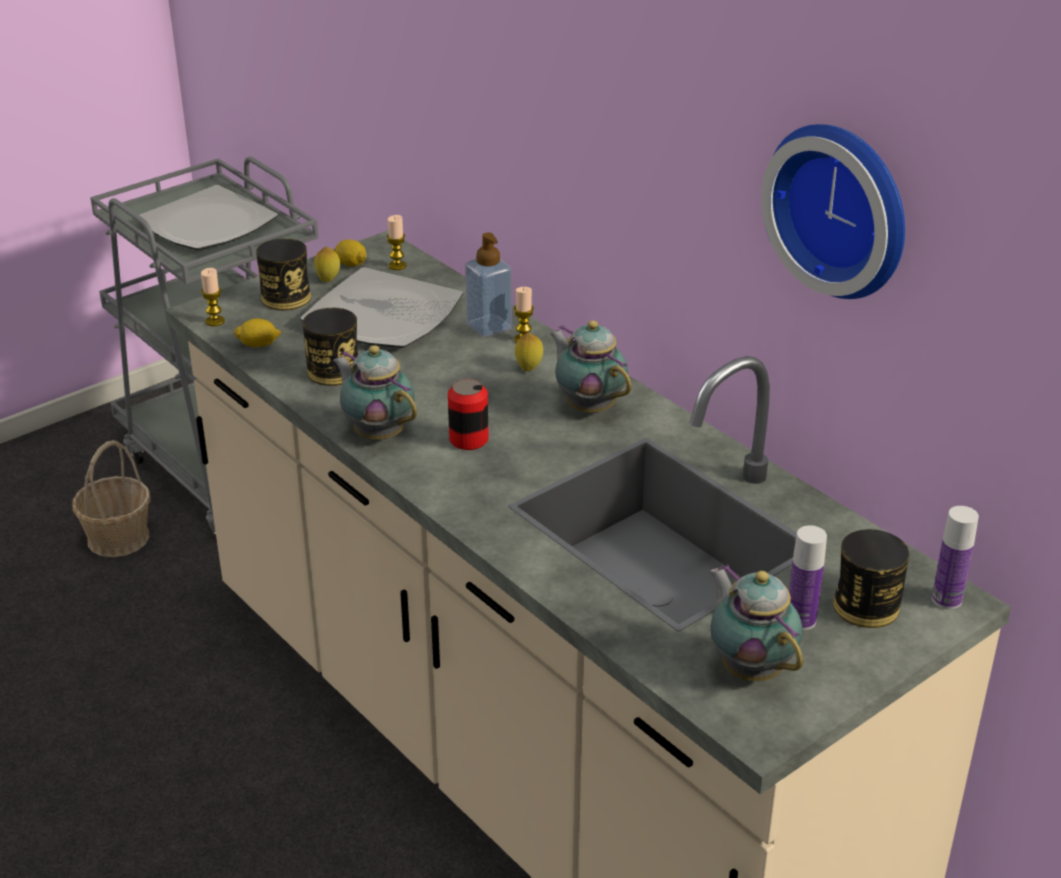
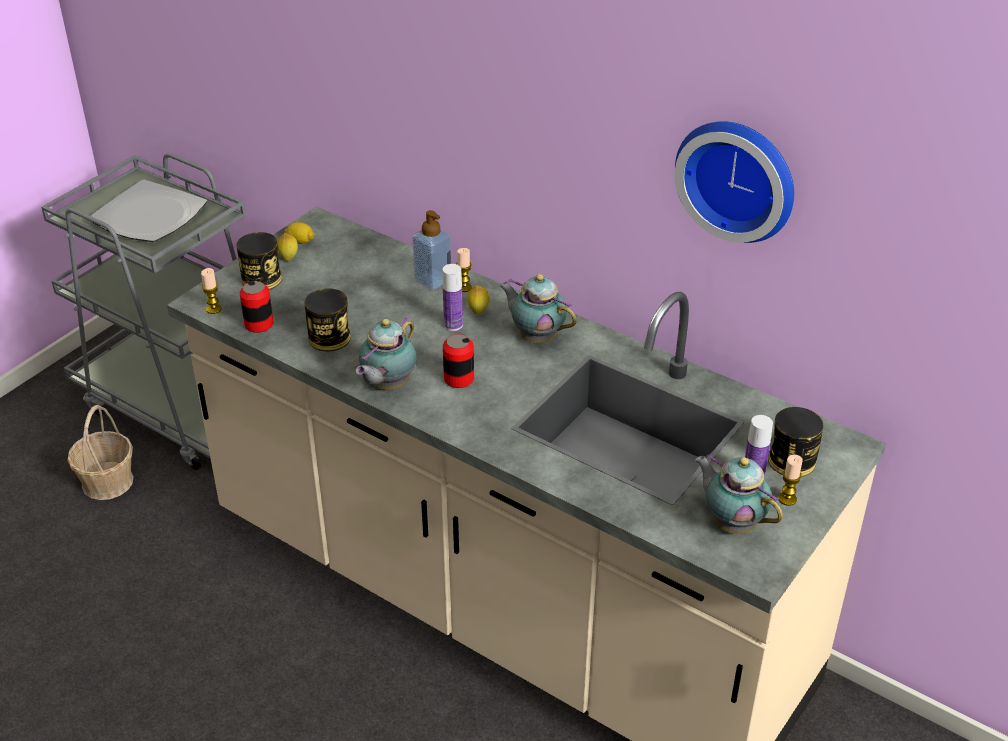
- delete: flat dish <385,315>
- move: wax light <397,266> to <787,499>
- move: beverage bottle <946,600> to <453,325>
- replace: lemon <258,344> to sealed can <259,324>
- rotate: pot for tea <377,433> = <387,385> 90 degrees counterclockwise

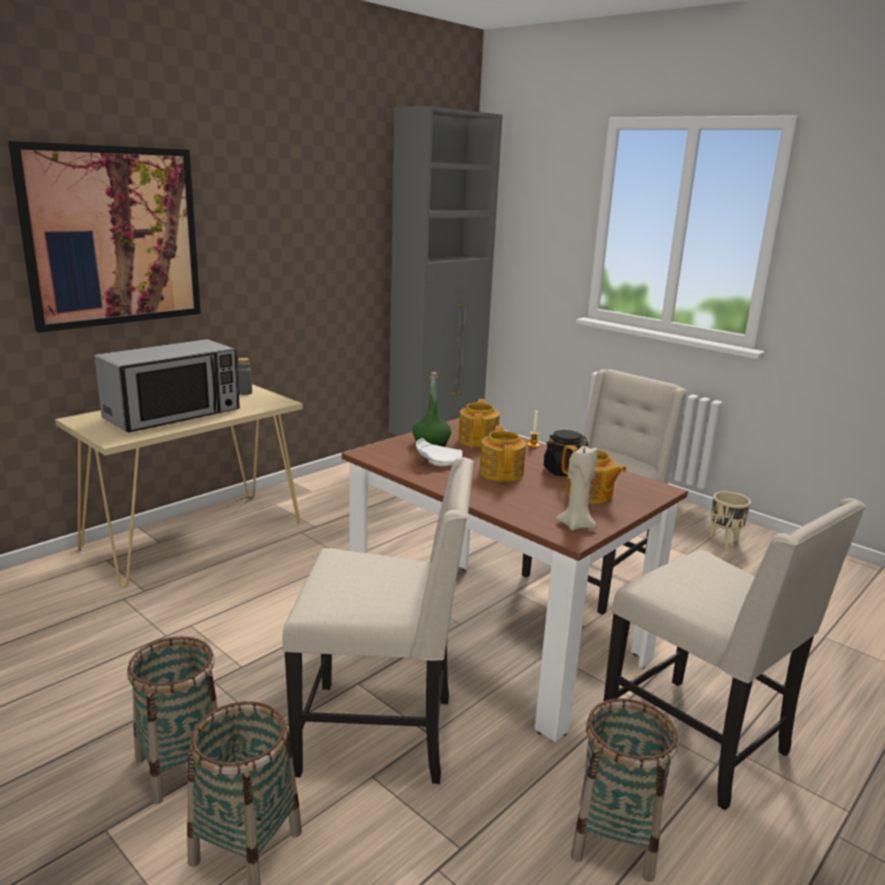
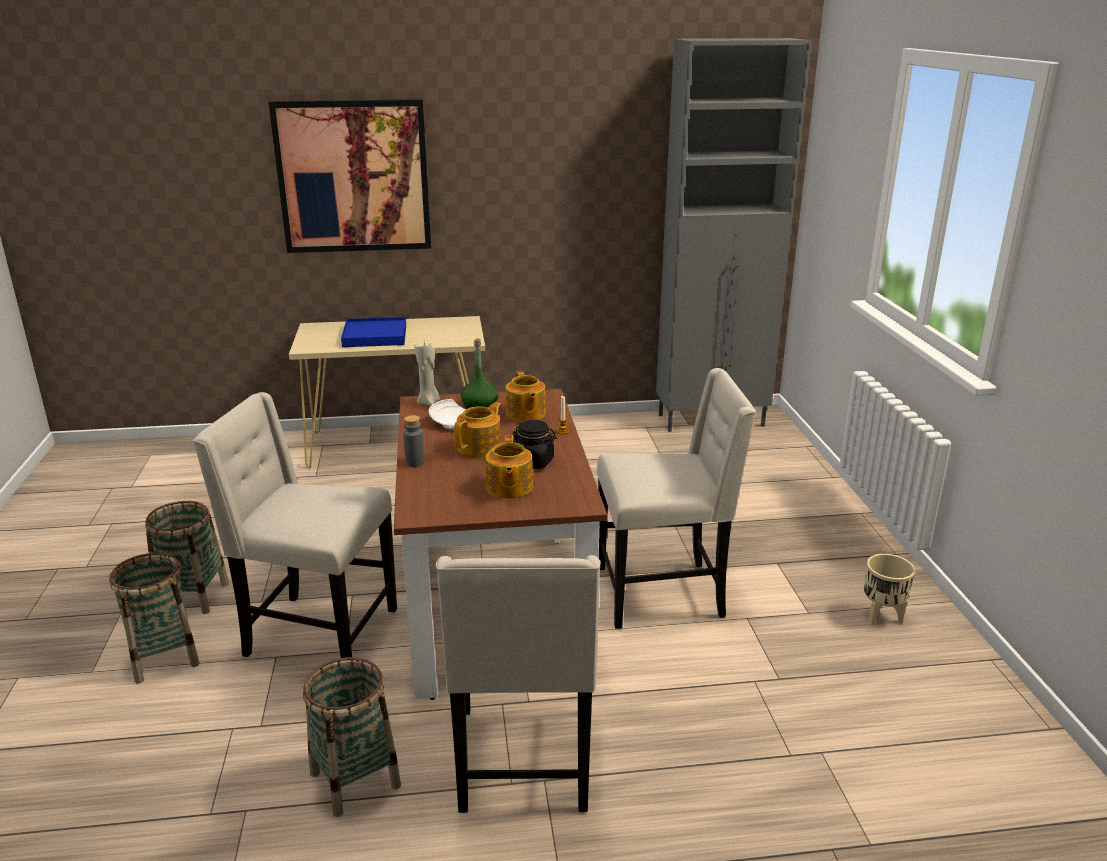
- move: gray beverage bottle <245,393> to <415,462>
- move: beige wax light <576,525> to <428,402>
- replace: microwave <174,415> to blue tray <375,336>
- rotate: beige plain chair <381,734> = <317,634> 150 degrees clockwise
- rotate: pot for tea <478,440> = <525,414> 120 degrees clockwise

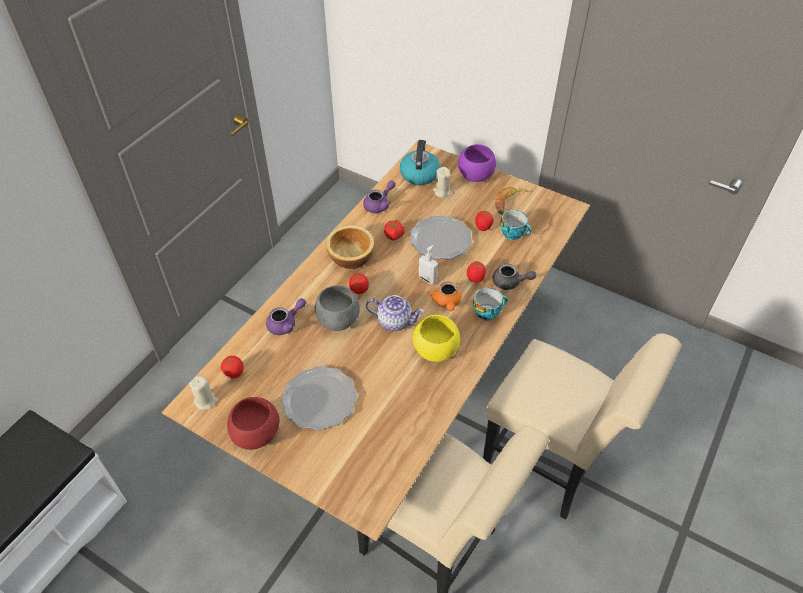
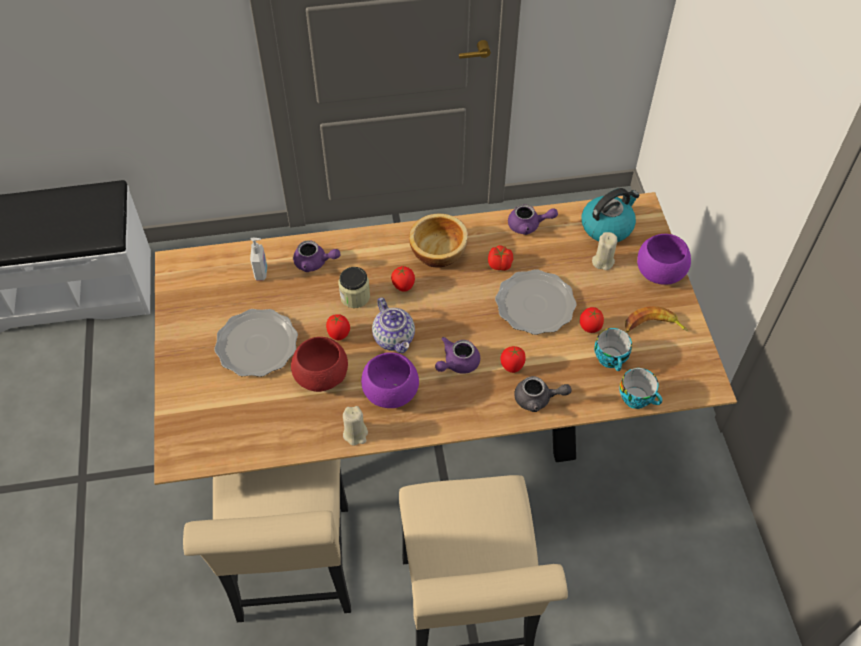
- move: beige wax light <206,401> to <355,434>
- move: tomato <234,374> to <339,335>
- move: red deep dish <257,434> to <322,378>
- move: soap bottle <428,278> to <261,273>
- move: drinking cup <487,311> to <637,398>
- replace: gray deep dish <339,320> to jar <355,296>
- recolor: yellowish deep dish <435,350> to purplish deep dish <390,392>
- recolor: orangey pot for tea <446,303> to purplish pot for tea <457,363>
- rotate: gray pot for tea <510,283> = <538,399> 60 degrees counterclockwise

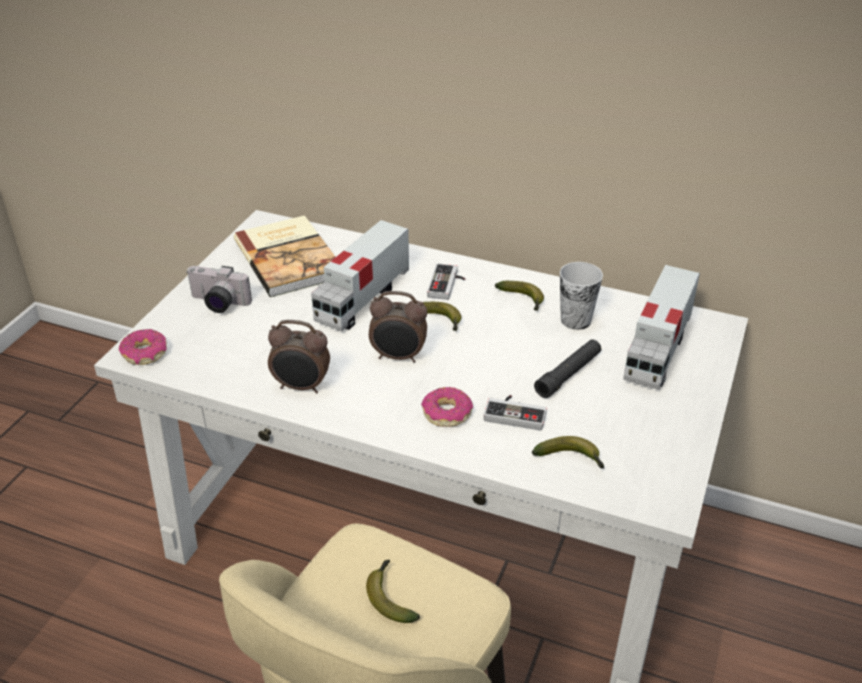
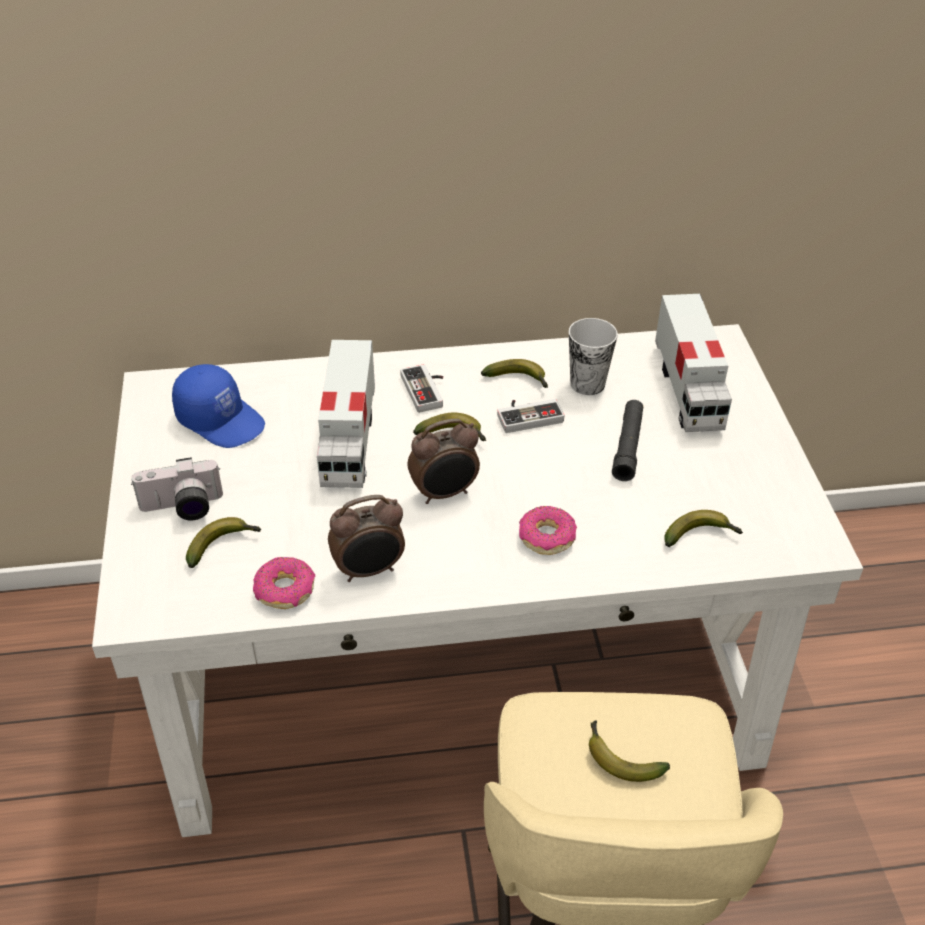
- insert: banana <223,545>
- move: donut <145,354> to <285,590>
- move: joypad <516,413> to <528,415>
- replace: book <290,258> to blue baseball cap <221,419>

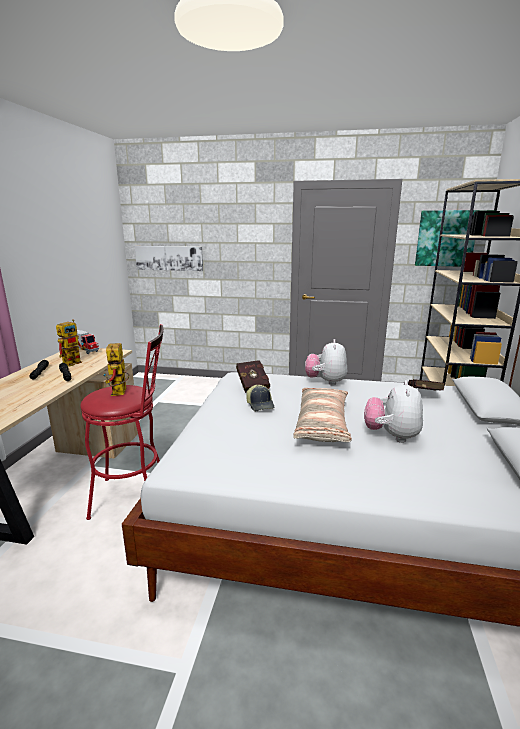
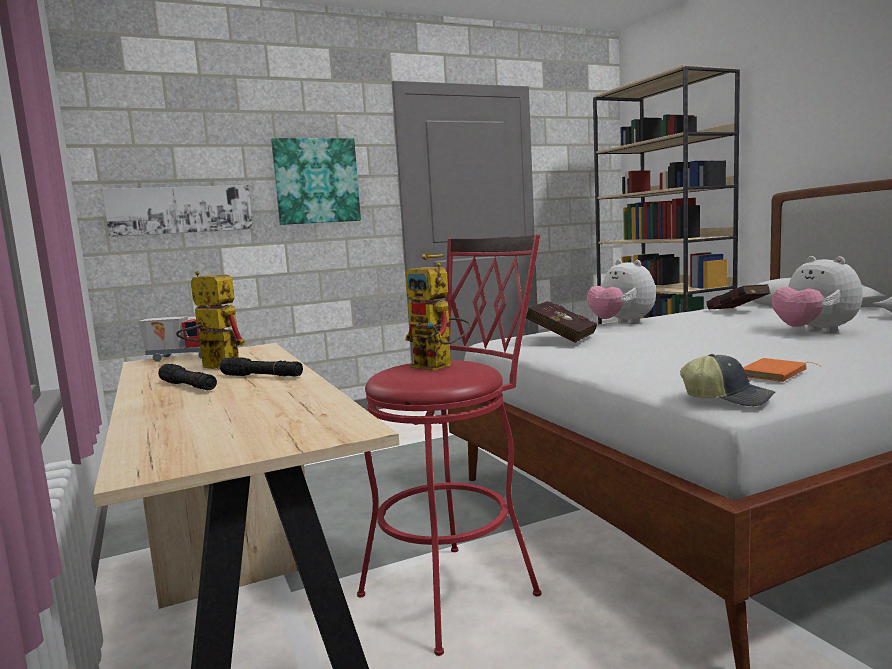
- delete: cushion <322,423>
- insert: orangey book <775,374>
- move: baseball cap <260,405> to <728,398>
- move: wall art <445,238> to <316,181>
- rotate: model robot <74,362> = <213,367> 60 degrees counterclockwise

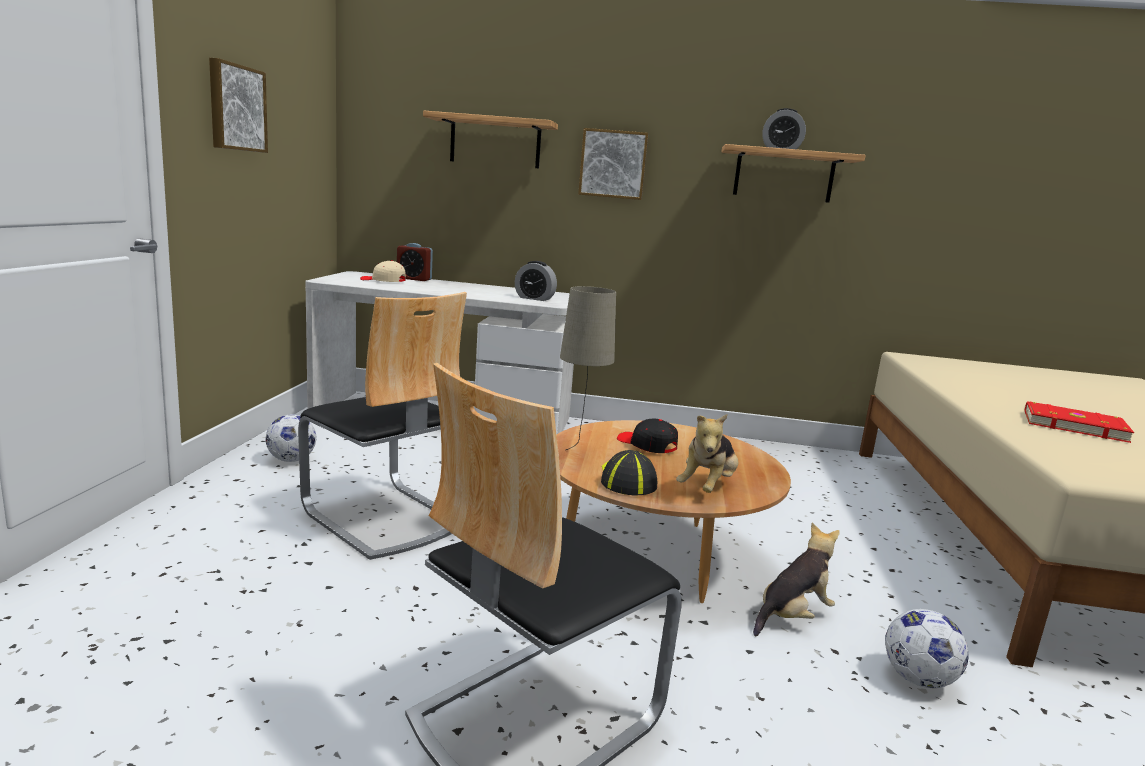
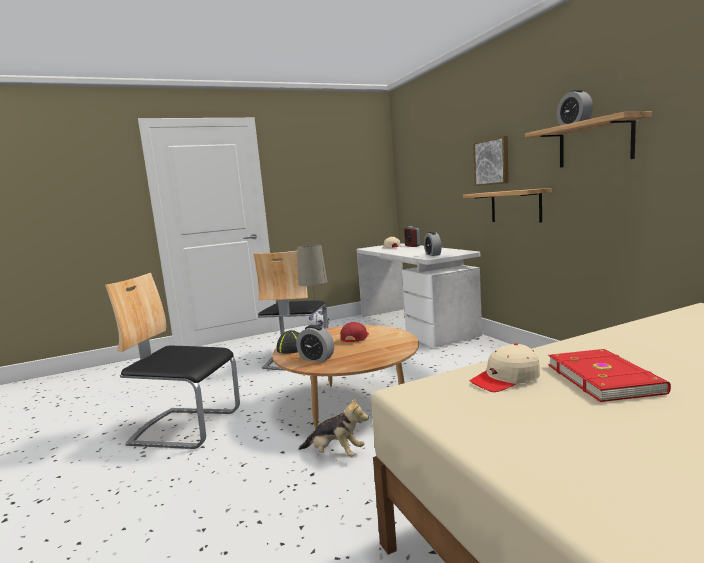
- delete: wall art <235,108>
- delete: ball for football <918,679>
- insert: beige baseball cap <506,379>
- move: bracket shelf <495,142> to <515,206>
- replace: plush toy <707,487> to alarm clock <316,359>
- recolor: blackish baseball cap <647,445> to red baseball cap <355,338>

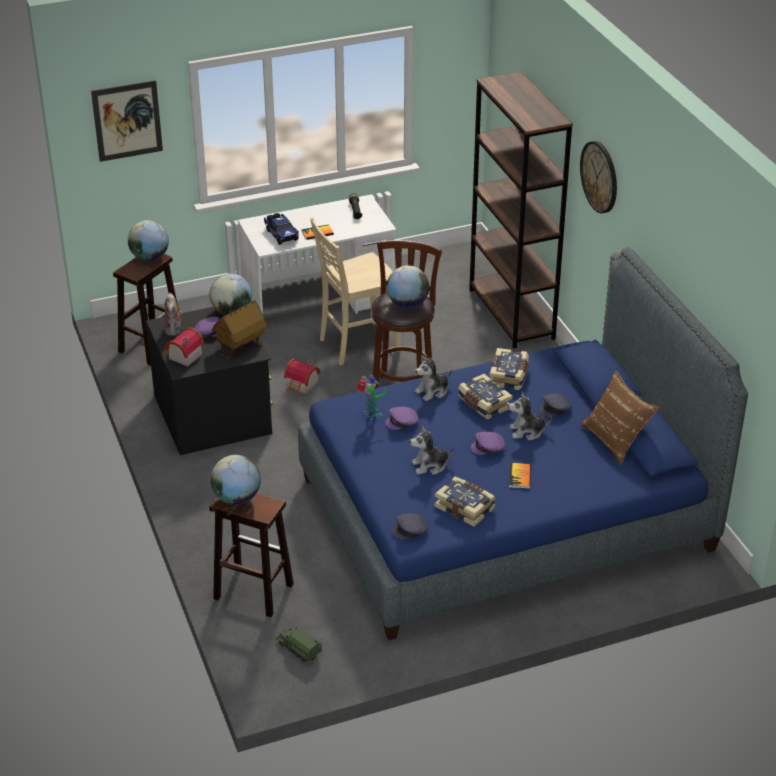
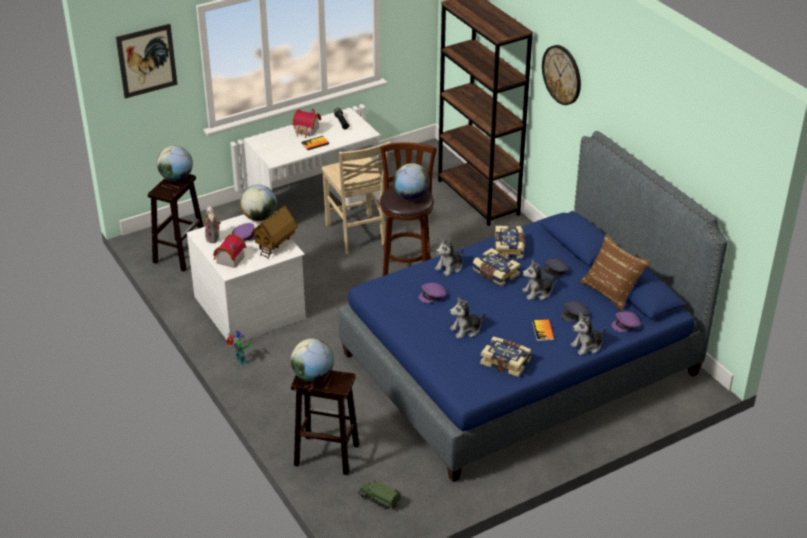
- delete: model truck <281,234>
- insert: plush toy <587,346>
- move: toy house <302,386> to <307,131>
- move: model robot <371,415> to <240,362>
- move: gray baseball cap <410,530> to <575,314>
- move: purplish baseball cap <488,447> to <626,325>
- recolor: blackish chest of drawers <214,413> to white-coloured chest of drawers <251,307>
- rotate: beige plain chair <357,344> = <356,235> 75 degrees counterclockwise

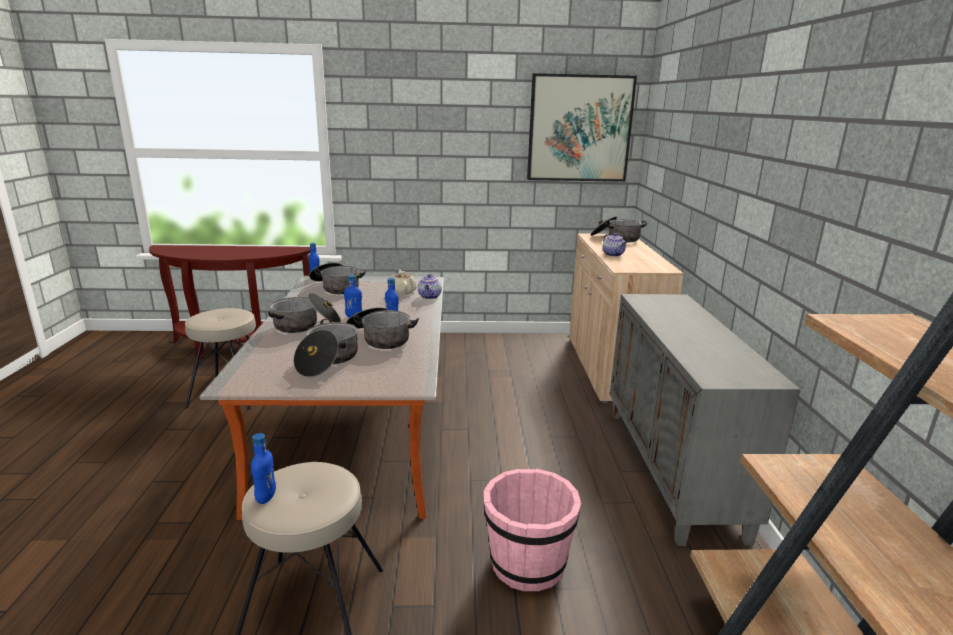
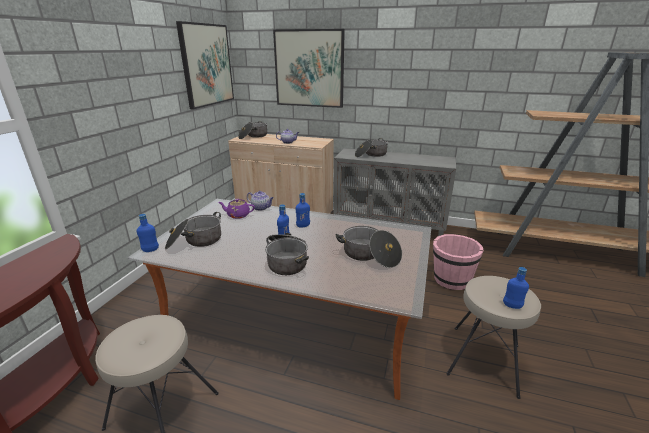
- insert: wall art <309,69>
- move: saucepot <380,338> to <371,155>
- recolor: beige pot for tea <403,291> to purplish pot for tea <238,215>

